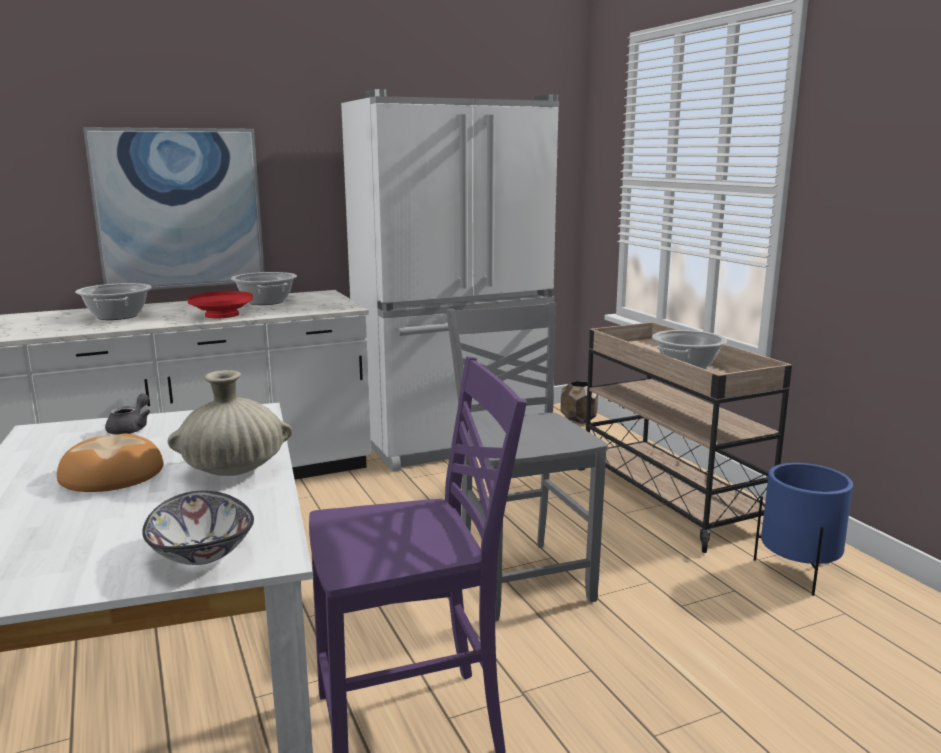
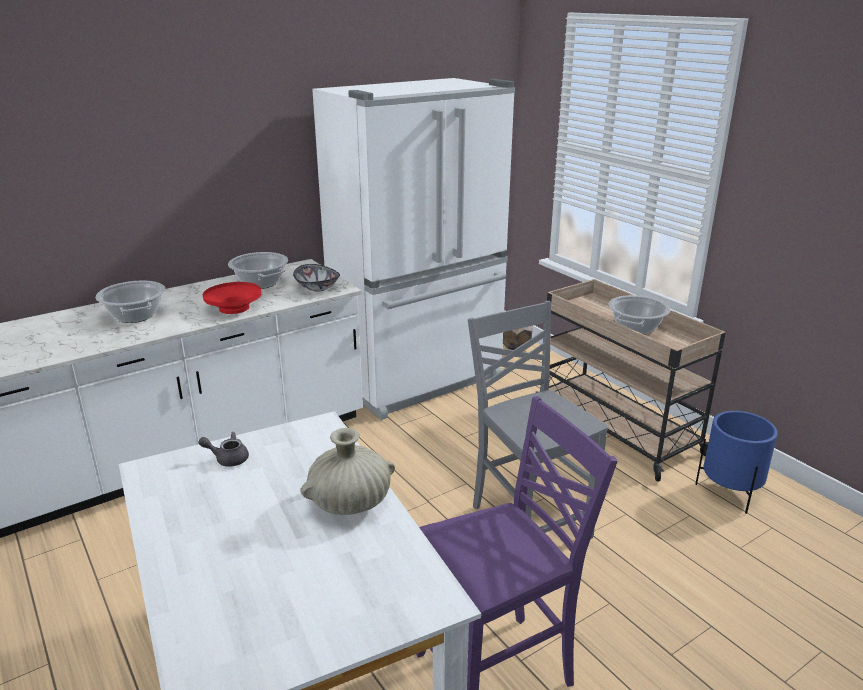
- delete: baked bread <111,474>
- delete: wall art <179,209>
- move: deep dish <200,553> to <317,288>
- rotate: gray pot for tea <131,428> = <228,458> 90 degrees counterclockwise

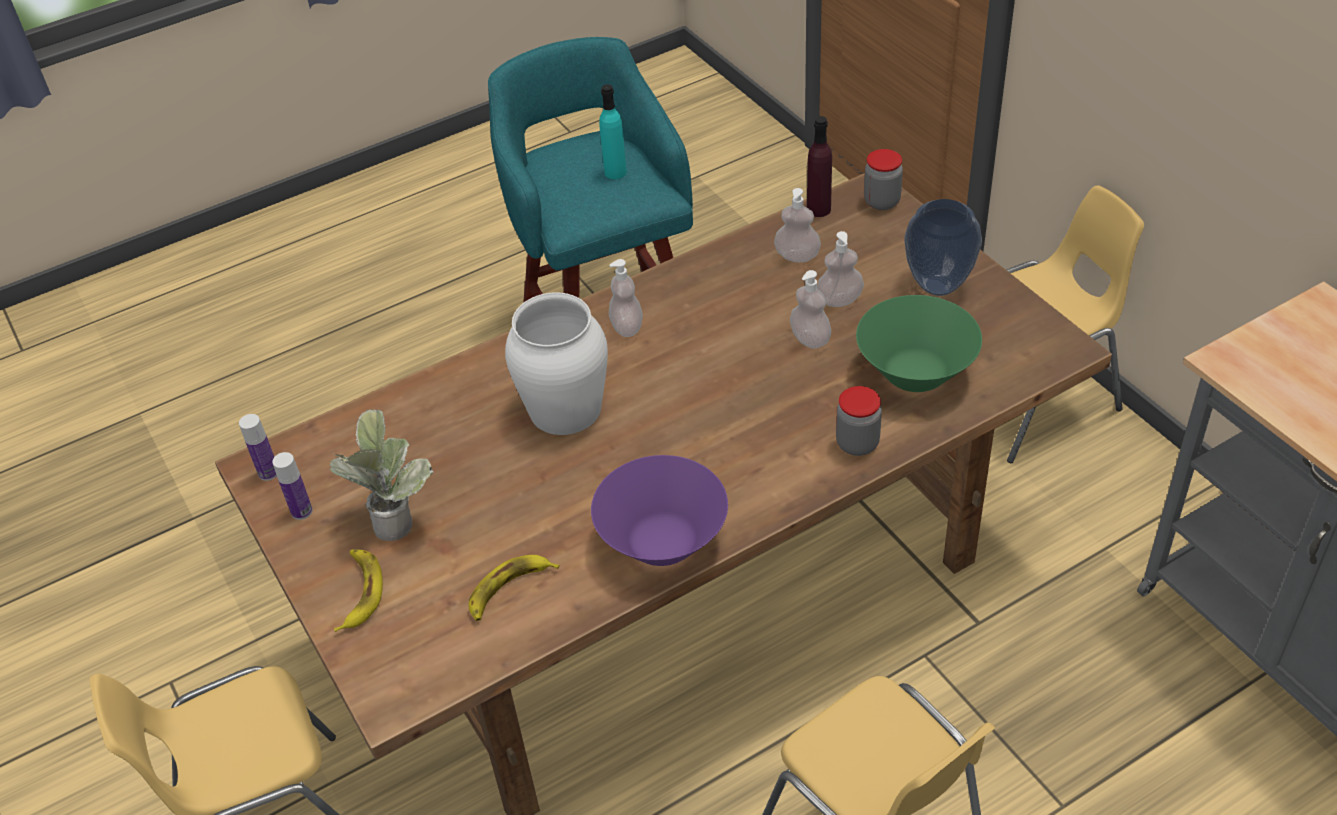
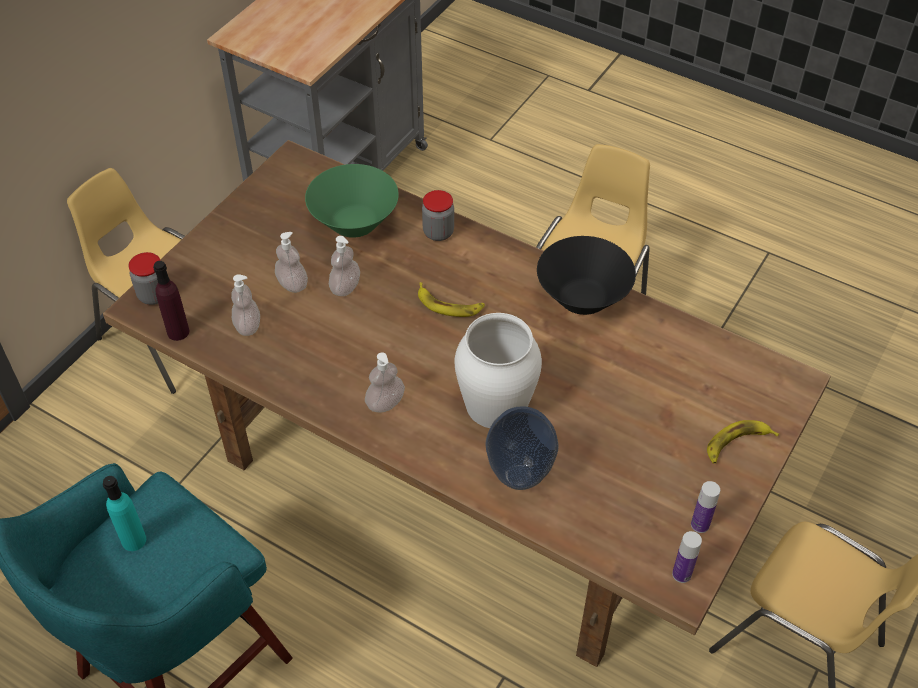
- delete: potted plant <395,518>
- move: banana <509,590> to <449,305>
- move: vase <937,285> to <519,478>
- recolor: purplish deep dish <663,542> to blackish deep dish <582,298>

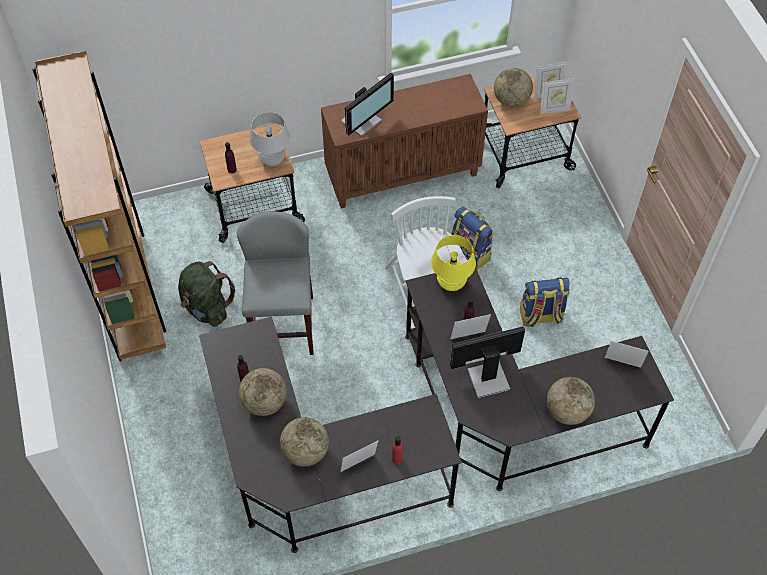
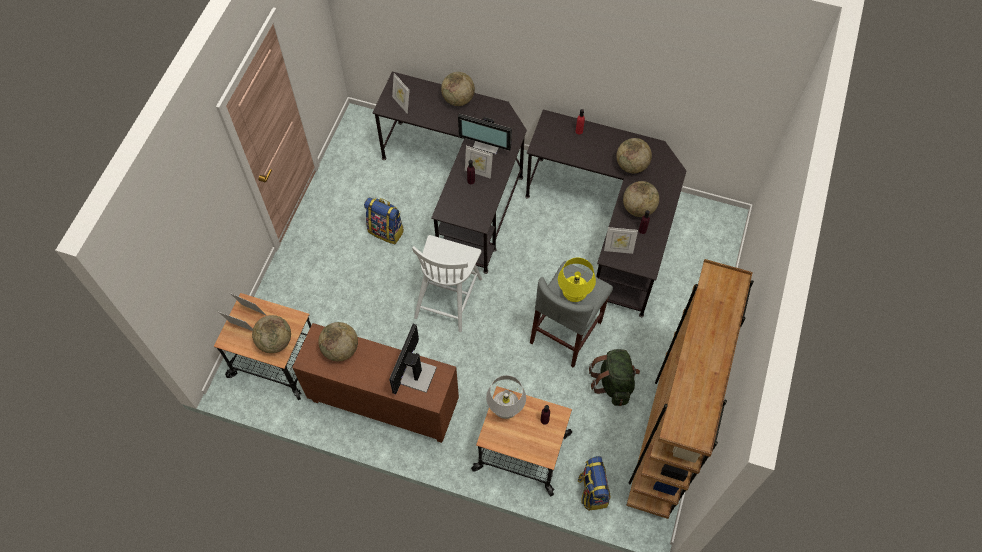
- insert: globe <341,349>
- move: photo frame <359,466> to <618,249>
- move: yellowish table lamp <451,283> to <574,294>
- move: rucksack <471,253> to <592,490>
- rotate: computer display <363,121> = <416,375> 60 degrees counterclockwise

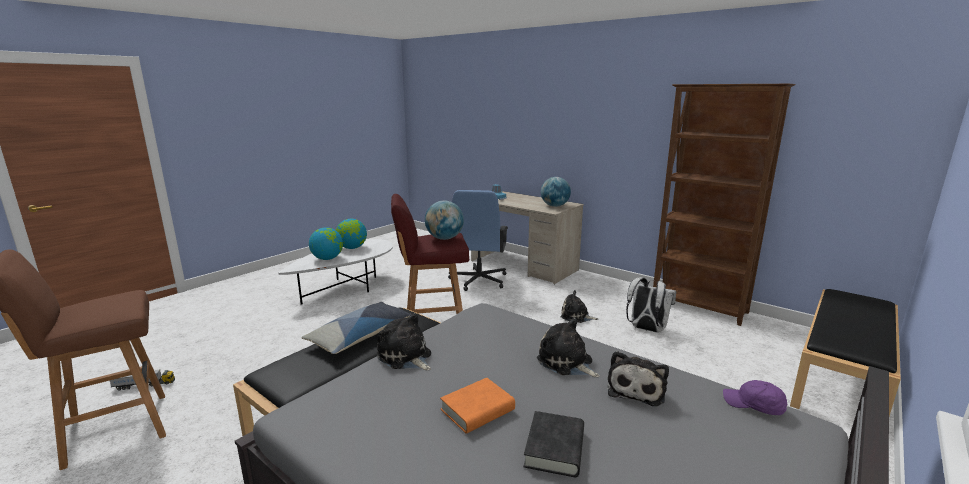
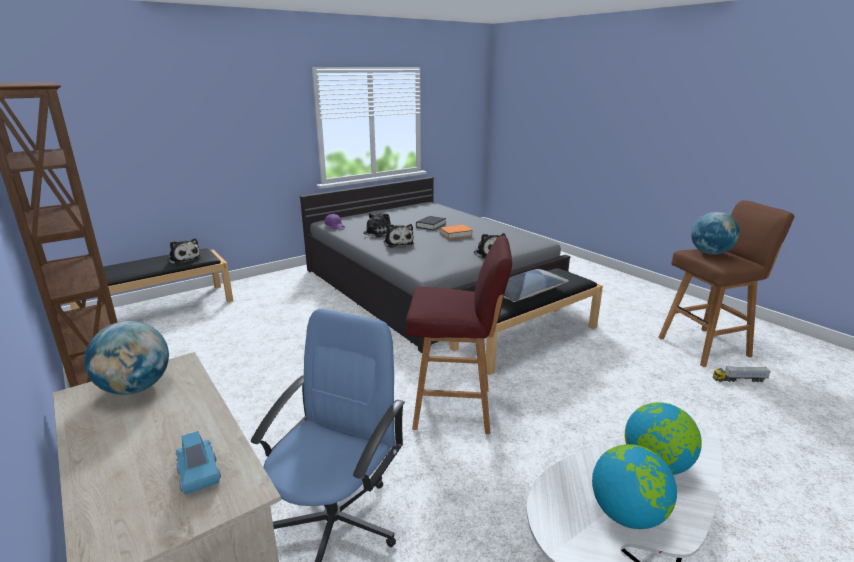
- delete: white-coloured rucksack <646,329>
- move: globe <444,238> to <710,253>
- move: plush toy <576,316> to <184,259>

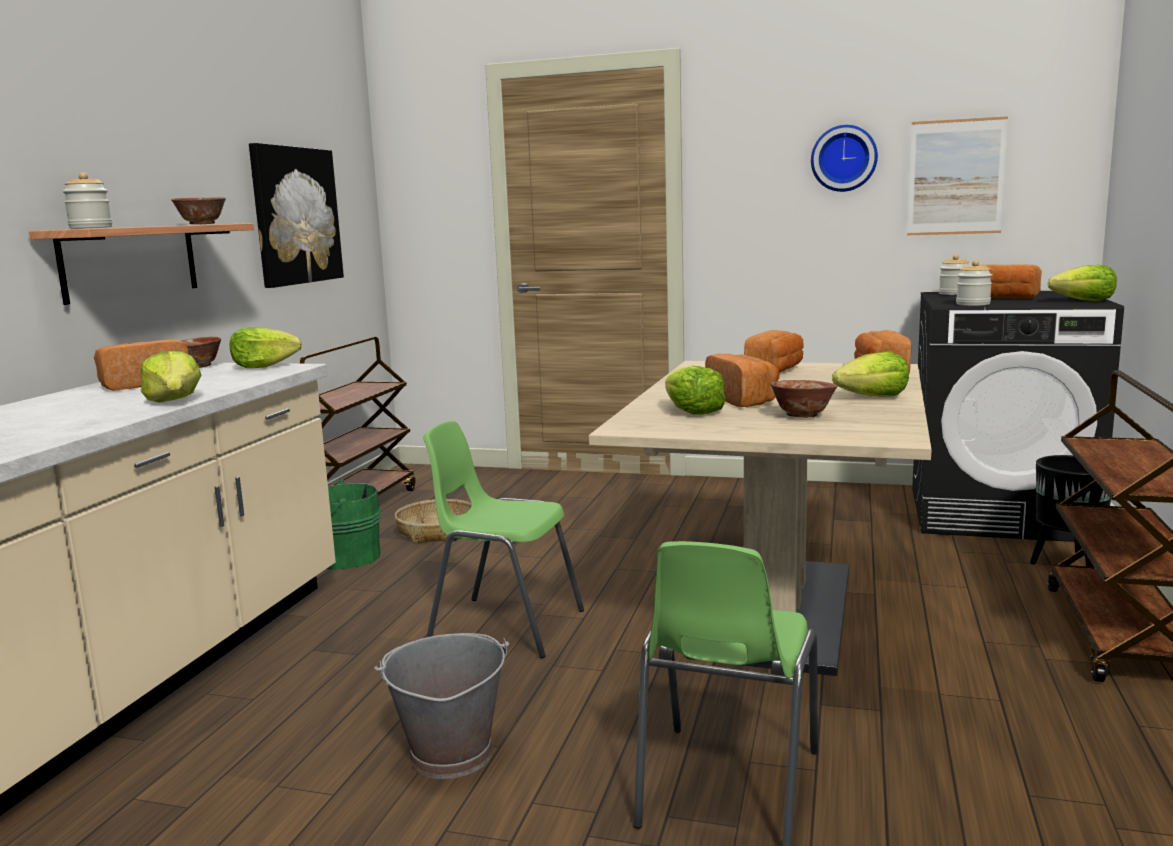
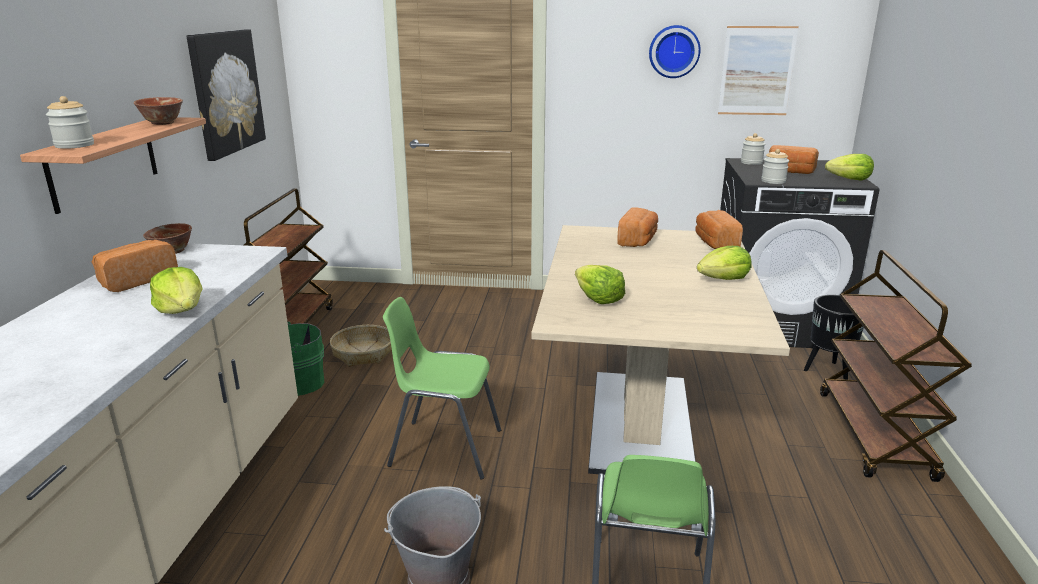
- delete: lettuce <263,366>
- delete: baked bread <743,399>
- delete: deep dish <802,415>

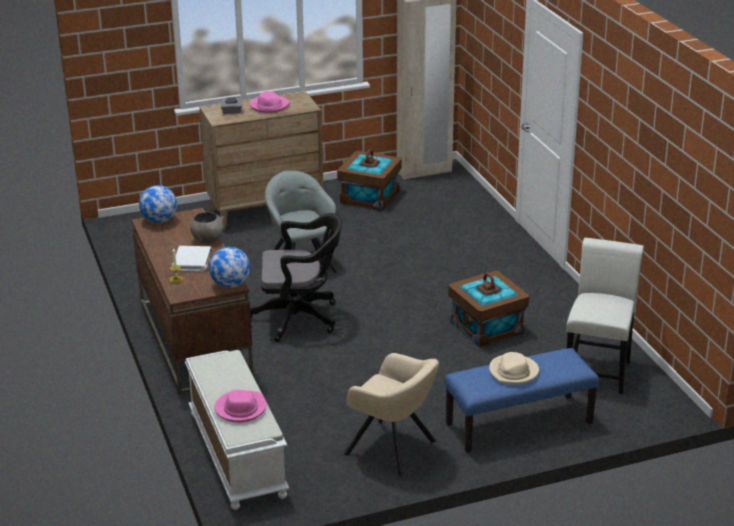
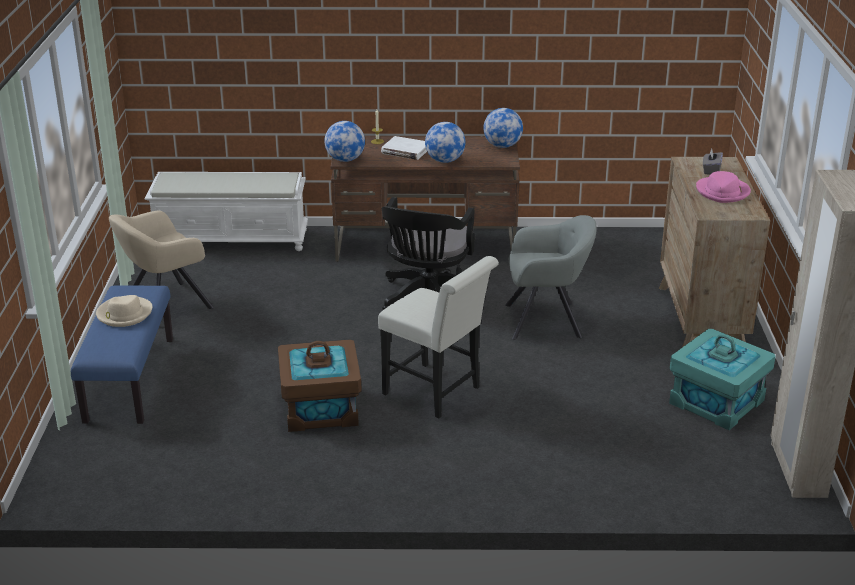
- delete: pink-coloured hat <240,409>
- move: white-coloured plain chair <598,370> to <437,393>
- replace: gray deep dish <207,239> to globe <444,161>
- recolor: brownish storage container <370,197> to turquoise-coloured storage container <716,402>

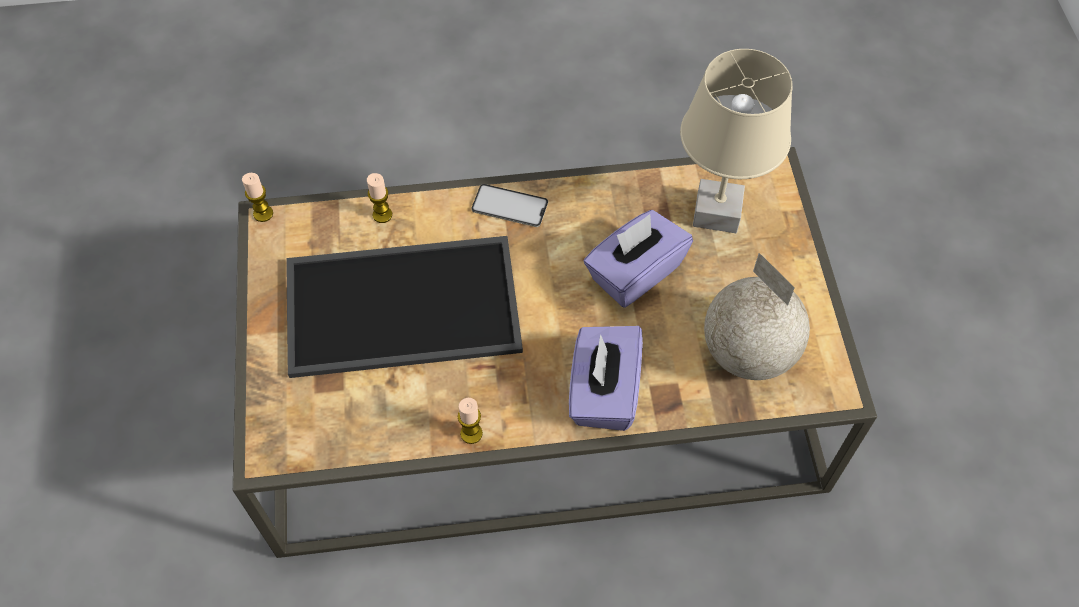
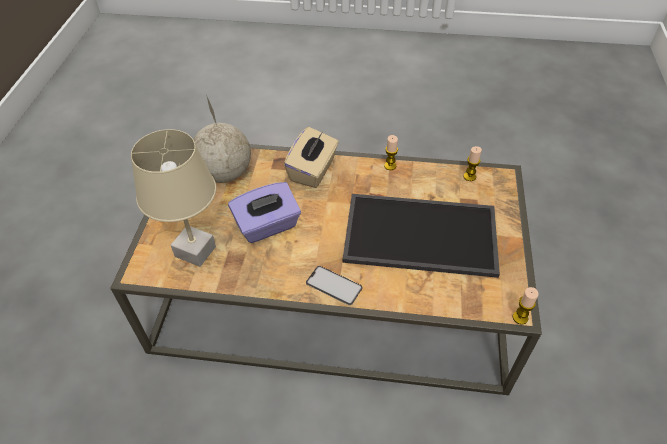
- move: wax light <382,215> to <469,176>
- recolor: purplish box of tissues <603,392> to beige box of tissues <313,170>

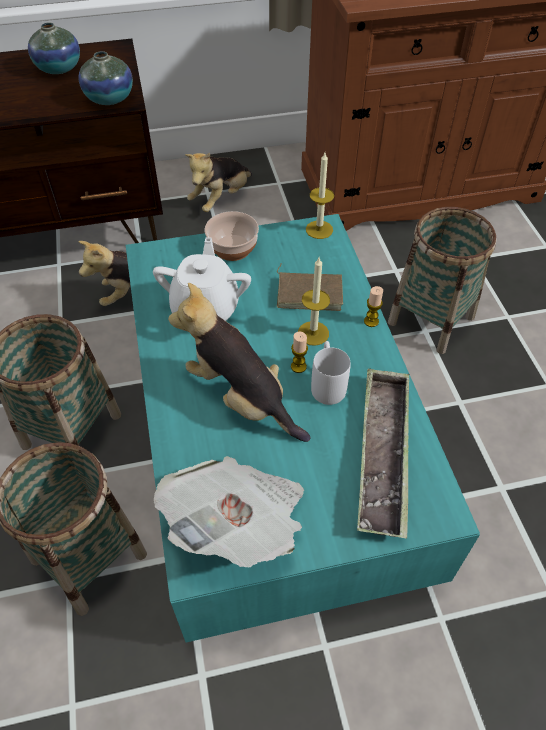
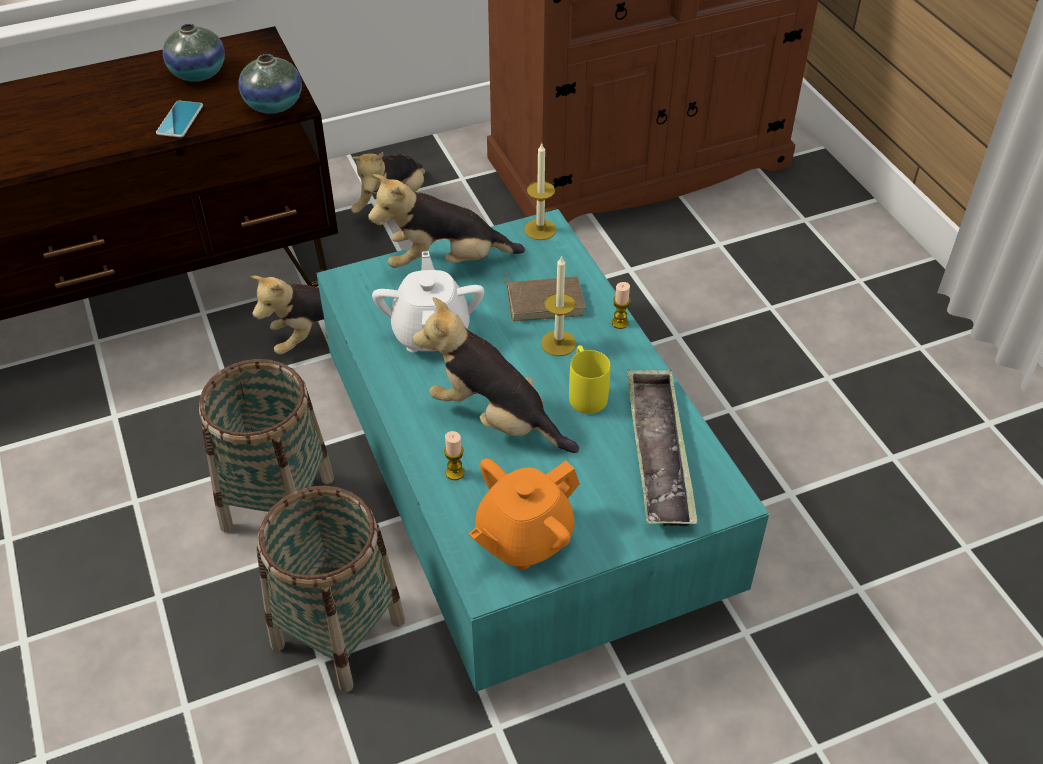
- delete: basket <431,319>
- insert: phone <180,120>
- move: wax light <298,366> to <455,473>
- replace: printed paper <239,522> to orangey pot for tea <523,538>
- replace: deep dish <233,248> to plush toy <445,262>
- recolor: white-coloured mug <327,383> to yellowish mug <585,393>

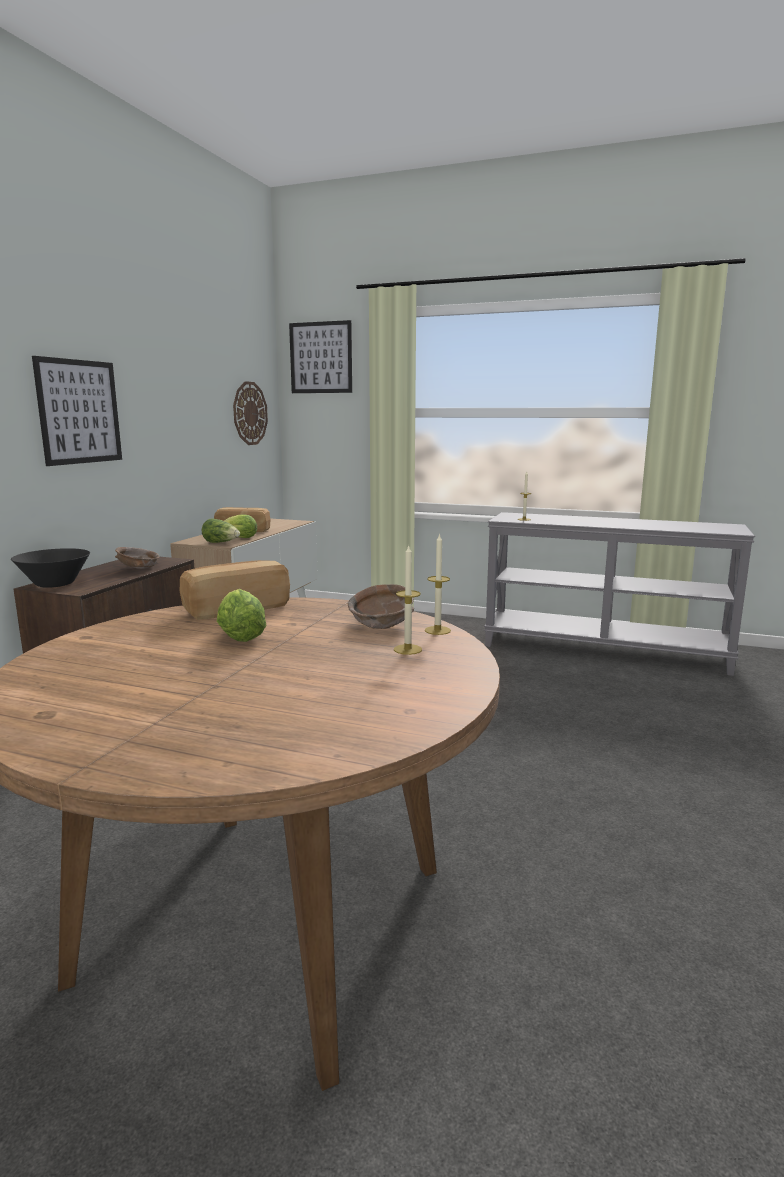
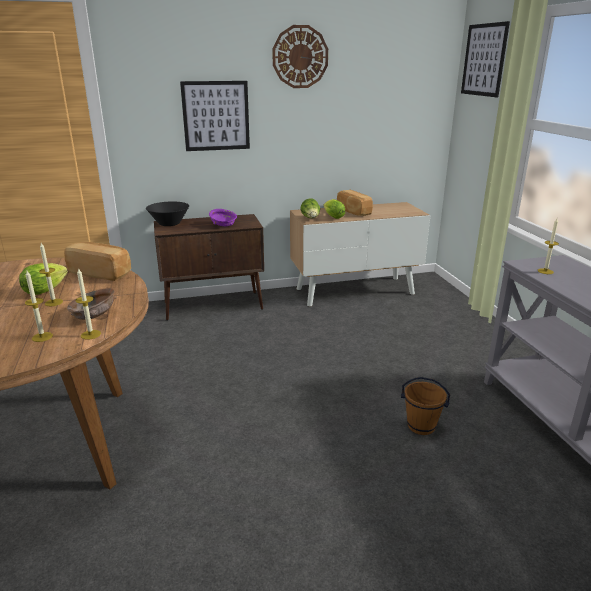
- insert: wax light <53,302>
- insert: brownish water bucket <421,426>
- move: wall clock <249,413> to <300,57>
- recolor: brownish deep dish <138,568> to purplish deep dish <223,225>

